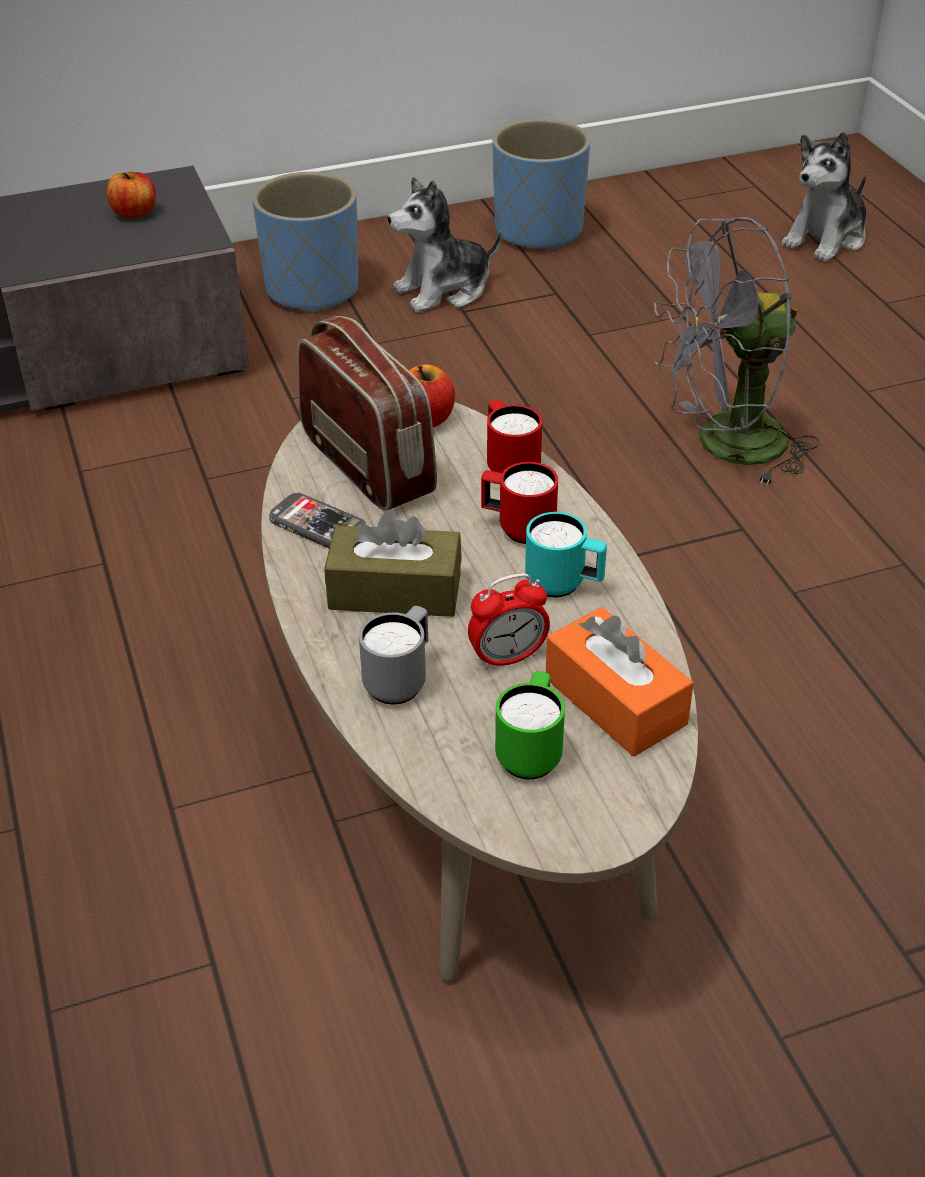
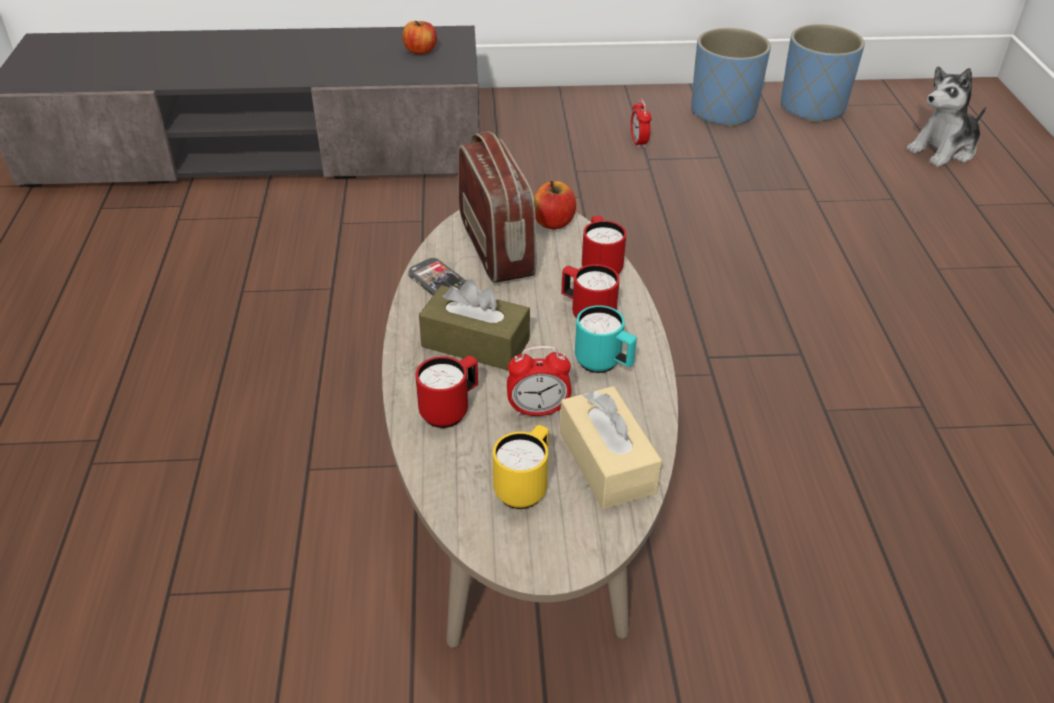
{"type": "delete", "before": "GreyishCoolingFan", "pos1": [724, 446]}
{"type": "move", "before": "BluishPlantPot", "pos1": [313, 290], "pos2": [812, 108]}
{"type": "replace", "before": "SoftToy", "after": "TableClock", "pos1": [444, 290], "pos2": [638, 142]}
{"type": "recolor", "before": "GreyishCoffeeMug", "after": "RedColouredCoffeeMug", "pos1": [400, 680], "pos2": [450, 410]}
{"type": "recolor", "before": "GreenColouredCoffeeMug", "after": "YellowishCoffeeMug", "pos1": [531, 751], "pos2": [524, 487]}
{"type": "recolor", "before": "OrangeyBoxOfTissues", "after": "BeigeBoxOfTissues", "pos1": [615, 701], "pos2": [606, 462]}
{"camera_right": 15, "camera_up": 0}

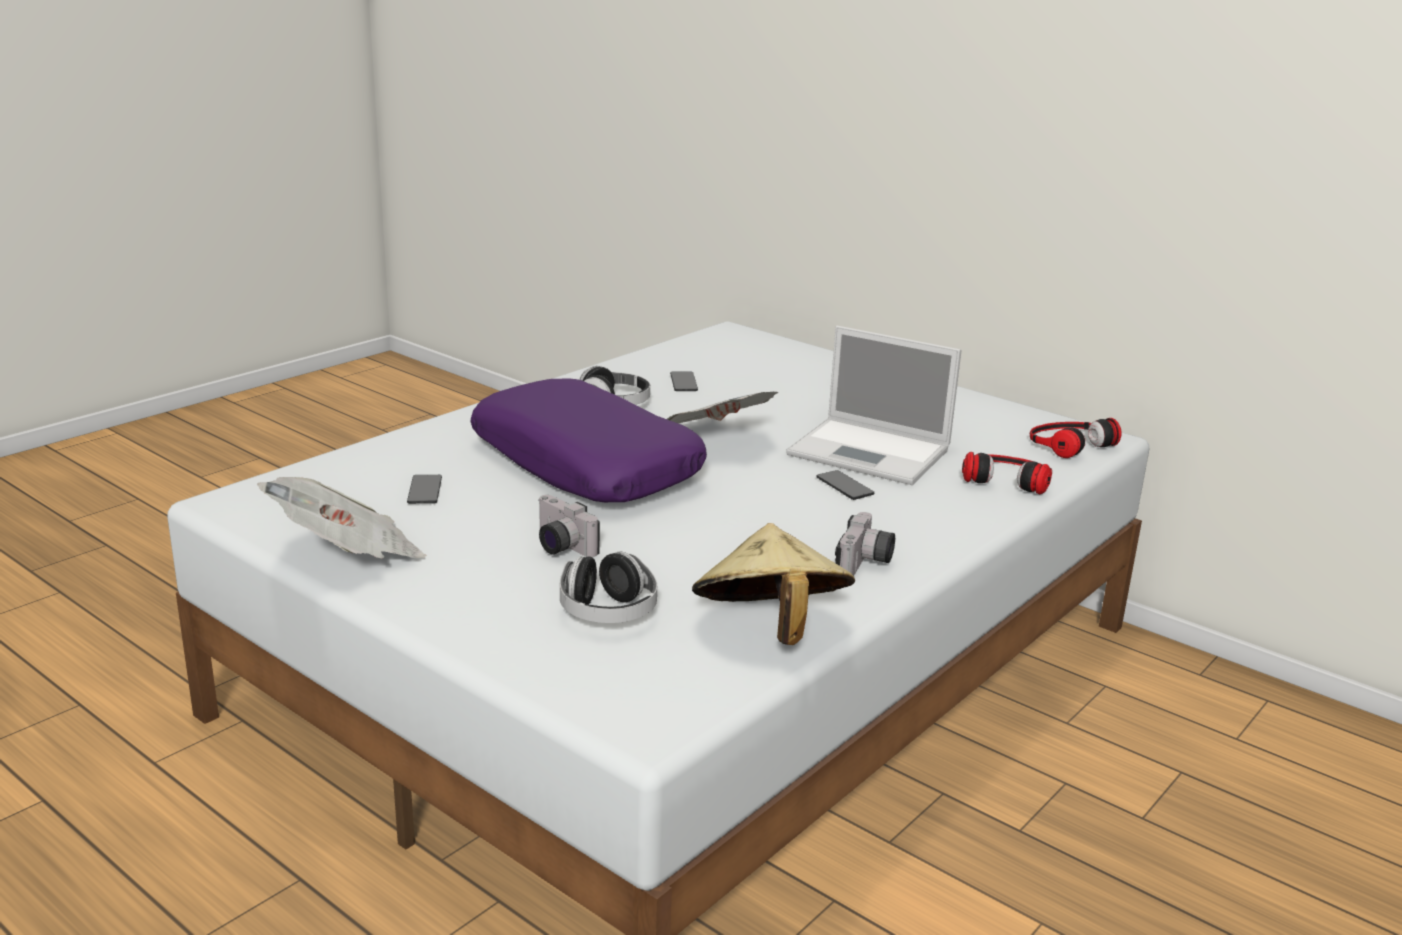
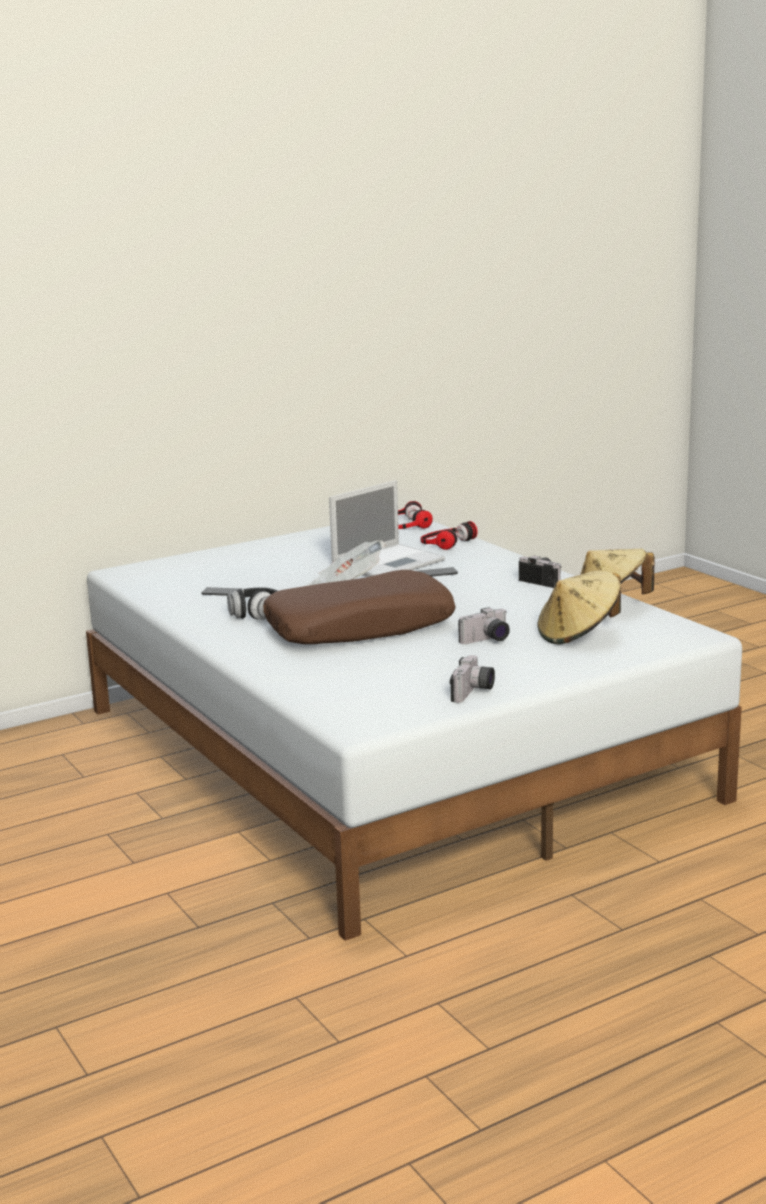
{"type": "delete", "before": "Handset", "pos1": [425, 490]}
{"type": "replace", "before": "DailyPaper", "after": "PhotoCamera", "pos1": [348, 555], "pos2": [473, 692]}
{"type": "replace", "before": "Headset", "after": "BeigeHat", "pos1": [608, 613], "pos2": [578, 635]}
{"type": "recolor", "before": "PurpleColouredThrowPillow", "after": "BrownThrowPillow", "pos1": [587, 464], "pos2": [359, 627]}
{"camera_right": -70, "camera_up": -5}

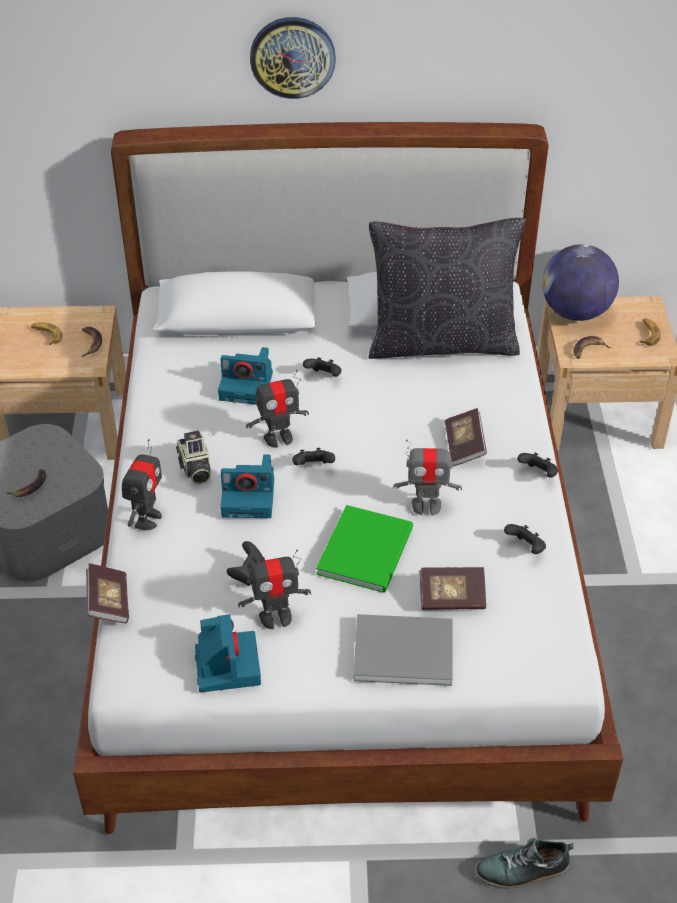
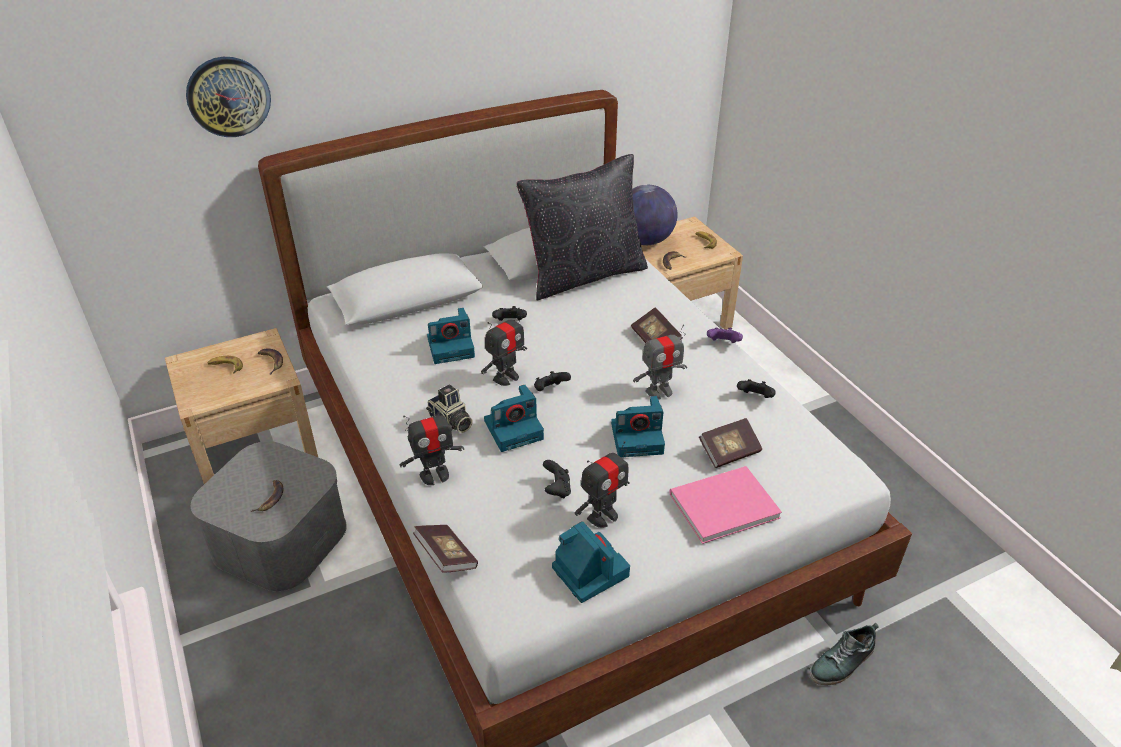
{"type": "move", "before": "WallClock", "pos1": [292, 57], "pos2": [228, 96]}
{"type": "replace", "before": "GreenColouredVolume", "after": "PhotoCamera", "pos1": [368, 549], "pos2": [638, 438]}
{"type": "recolor", "before": "GreyishVolume", "after": "PinkVolume", "pos1": [400, 649], "pos2": [720, 505]}
{"type": "recolor", "before": "BlackGameController", "after": "PurpleColouredGameController", "pos1": [538, 474], "pos2": [723, 344]}
{"type": "rotate", "before": "RobotFigure", "pos1": [147, 519], "pos2": [434, 475], "turn": 75}
{"camera_right": -25, "camera_up": -5}

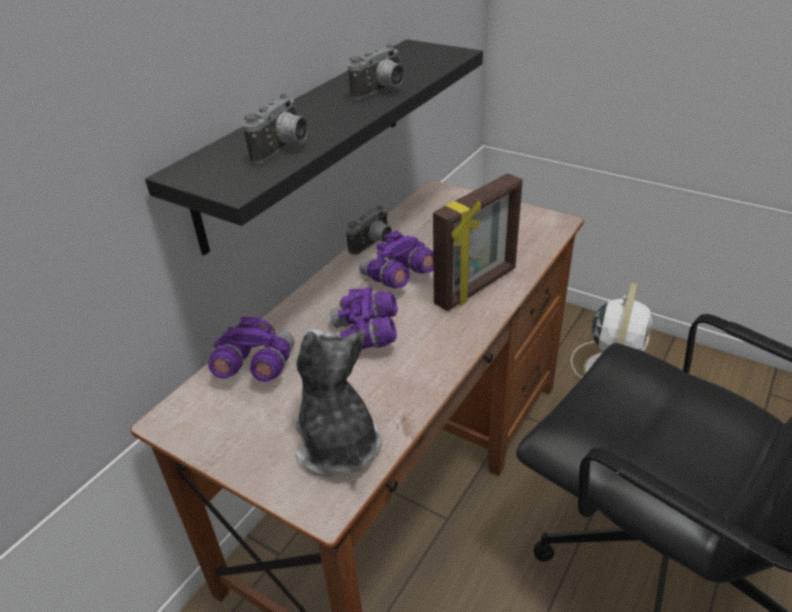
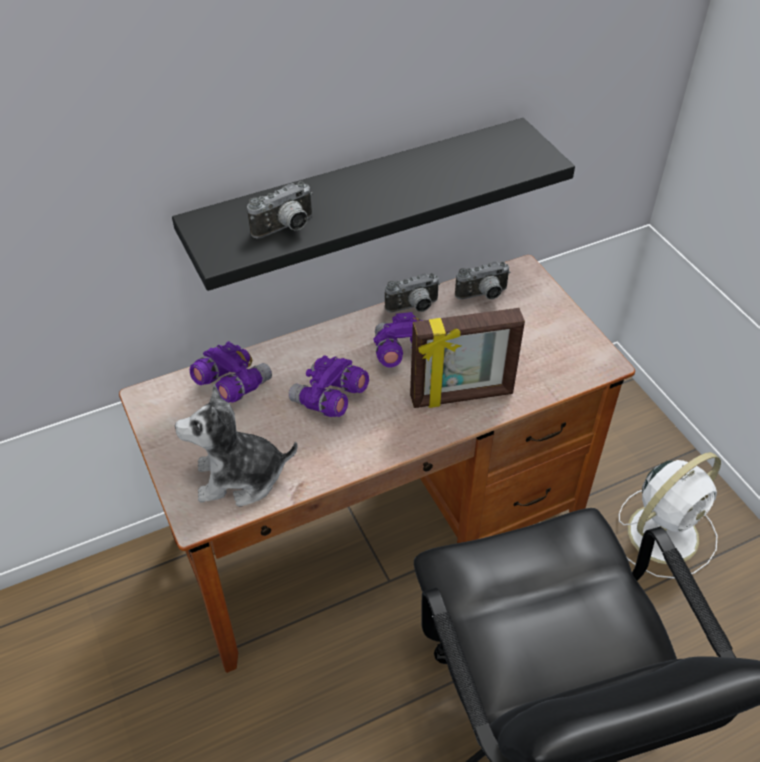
{"type": "move", "before": "PhotoCamera", "pos1": [382, 91], "pos2": [483, 295]}
{"type": "rotate", "before": "SoftToy", "pos1": [337, 443], "pos2": [239, 477], "turn": -105}
{"camera_right": 30, "camera_up": 10}

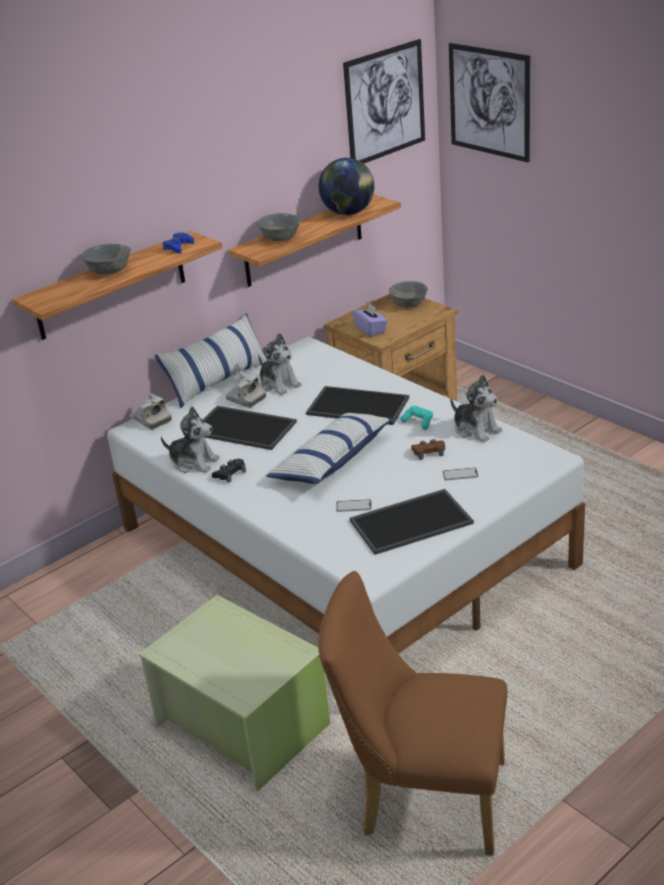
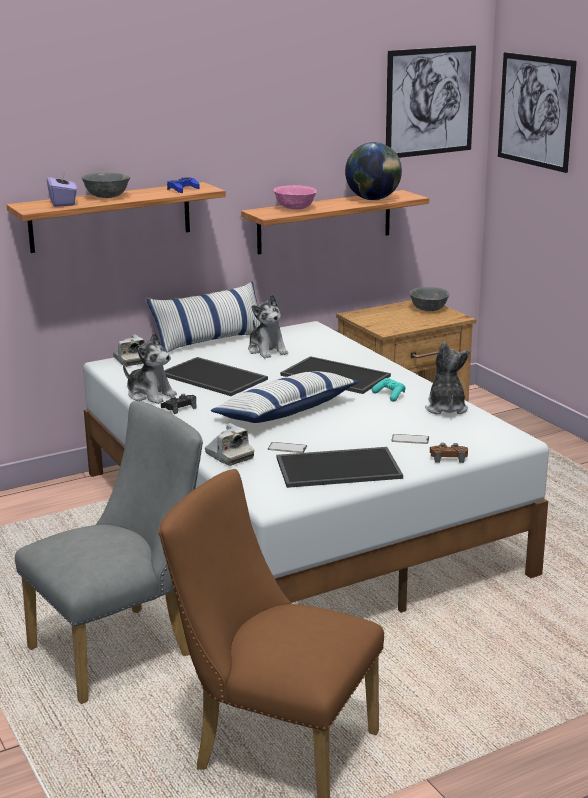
{"type": "move", "before": "PhotoCamera", "pos1": [246, 399], "pos2": [229, 456]}
{"type": "move", "before": "PurpleColouredBoxOfTissues", "pos1": [371, 330], "pos2": [63, 203]}
{"type": "move", "before": "BrownGameController", "pos1": [429, 452], "pos2": [448, 457]}
{"type": "replace", "before": "GreenColouredStorageBin", "after": "GreyishChair", "pos1": [243, 723], "pos2": [122, 648]}
{"type": "recolor", "before": "GreyishServingBowl", "after": "PinkServingBowl", "pos1": [281, 238], "pos2": [295, 208]}
{"type": "rotate", "before": "SoftToy", "pos1": [476, 429], "pos2": [446, 408], "turn": -150}
{"camera_right": 10, "camera_up": -10}

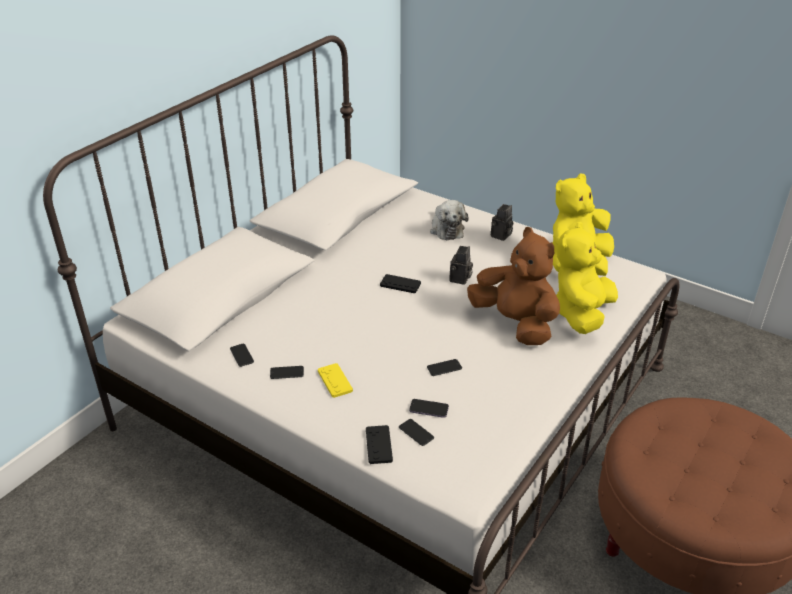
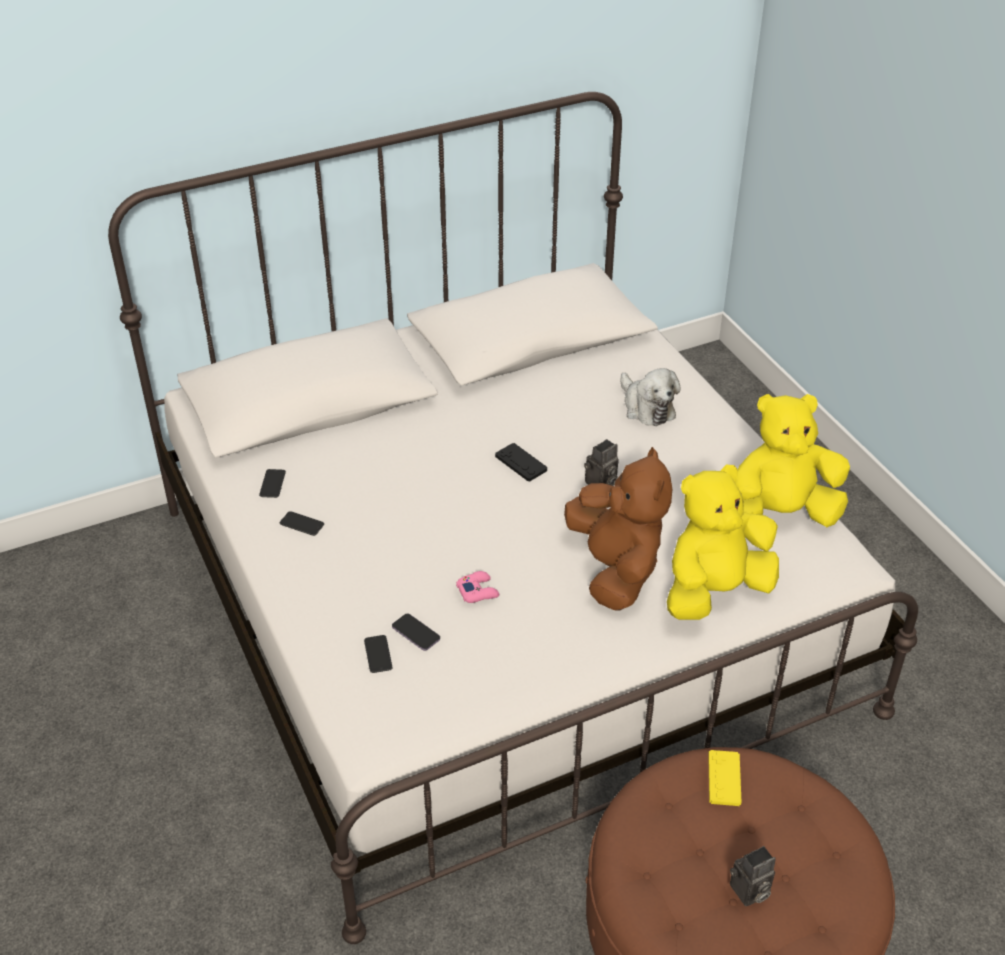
{"type": "delete", "before": "BlackGameController", "pos1": [379, 445]}
{"type": "move", "before": "YellowishGameController", "pos1": [335, 381], "pos2": [724, 778]}
{"type": "move", "before": "PhotoCamera", "pos1": [501, 236], "pos2": [749, 892]}
{"type": "replace", "before": "Handset", "after": "PinkGameController", "pos1": [444, 368], "pos2": [478, 591]}
{"type": "rotate", "before": "SoftToy", "pos1": [446, 229], "pos2": [646, 407], "turn": -45}
{"camera_right": 30, "camera_up": 5}

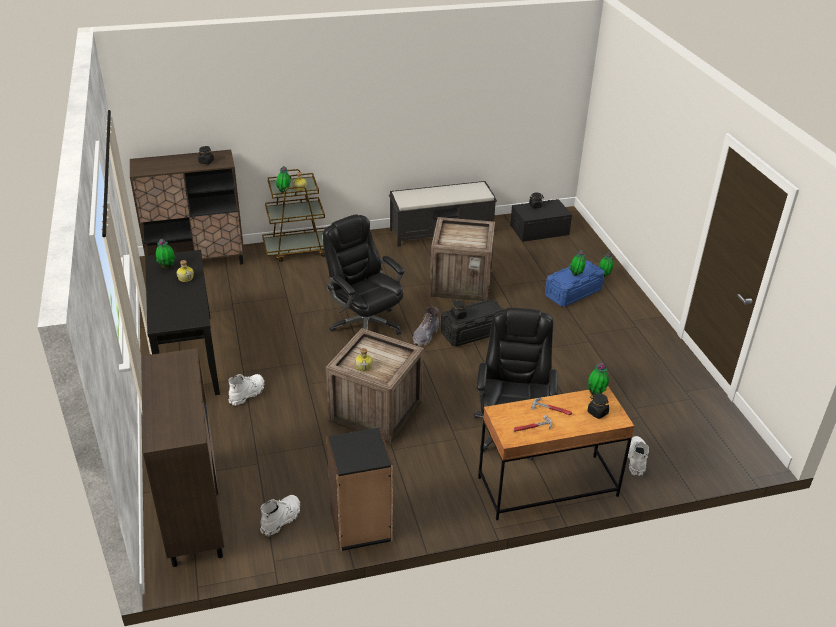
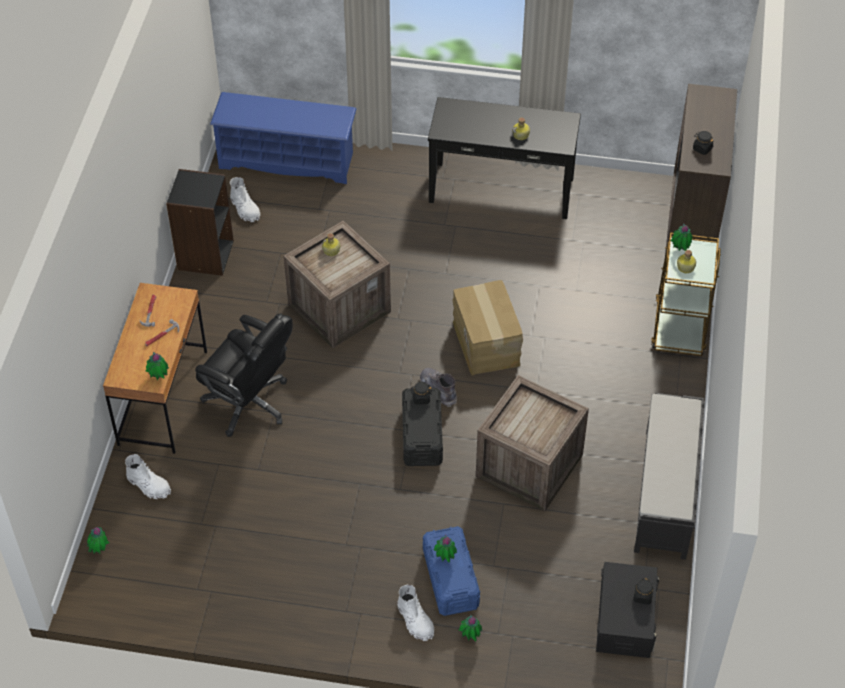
{"type": "delete", "before": "BlackJar", "pos1": [597, 412]}
{"type": "move", "before": "Houseplant", "pos1": [167, 267], "pos2": [99, 551]}
{"type": "move", "before": "WhiteBoot", "pos1": [247, 394], "pos2": [415, 621]}
{"type": "replace", "before": "BrownCabinet", "after": "BluishShoeStand", "pos1": [194, 511], "pos2": [287, 160]}
{"type": "replace", "before": "BlackOfficeChair", "after": "Carton", "pos1": [365, 324], "pos2": [487, 343]}
{"camera_right": 115, "camera_up": 15}

